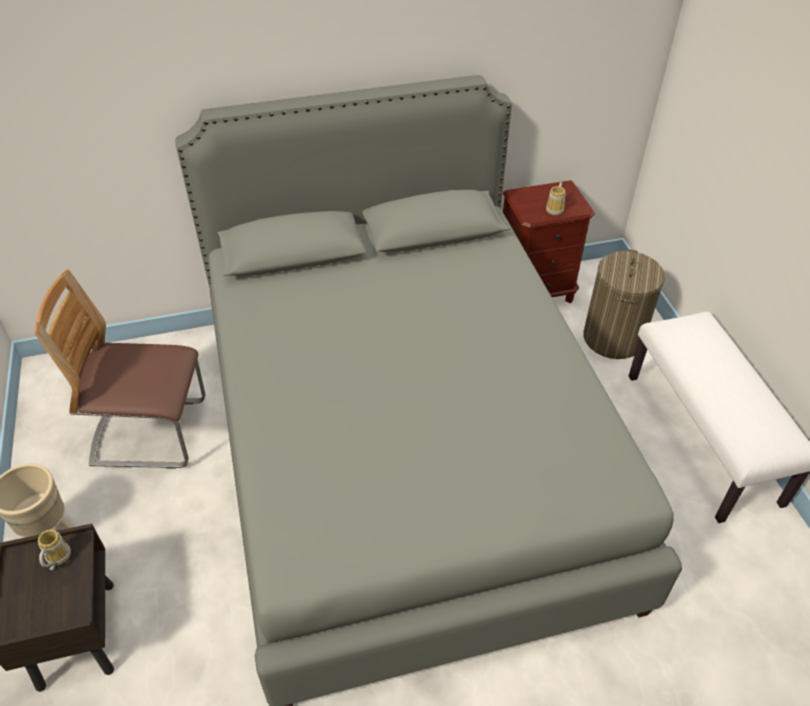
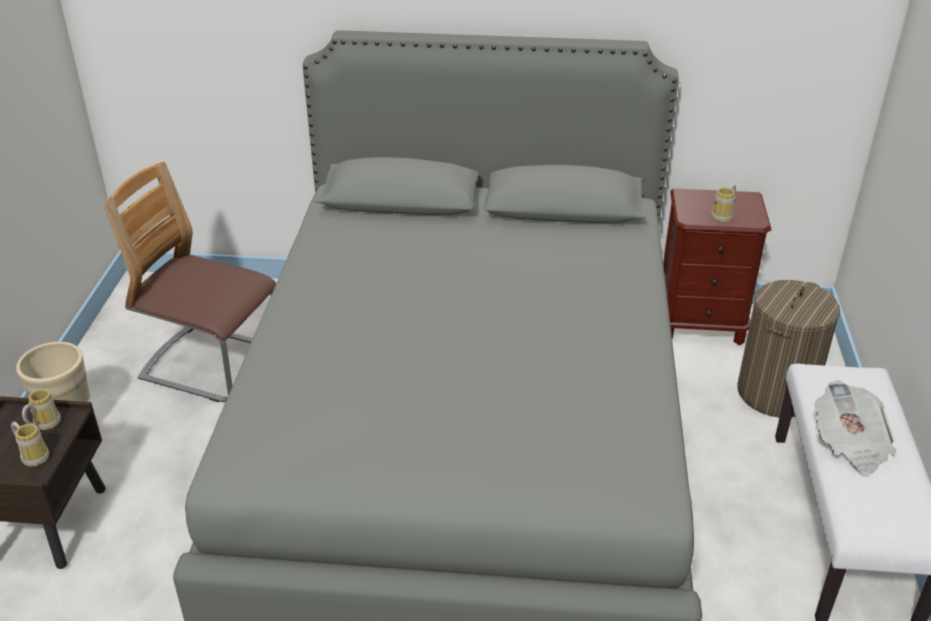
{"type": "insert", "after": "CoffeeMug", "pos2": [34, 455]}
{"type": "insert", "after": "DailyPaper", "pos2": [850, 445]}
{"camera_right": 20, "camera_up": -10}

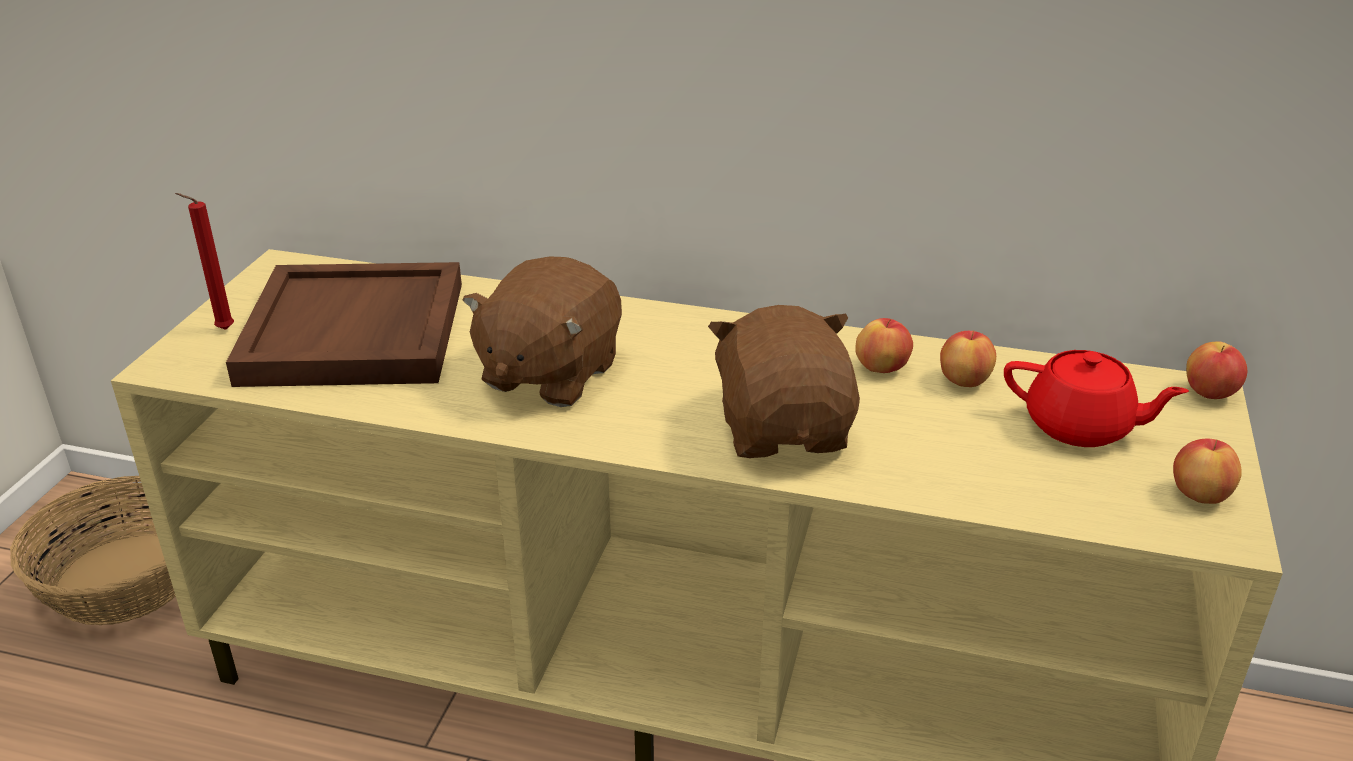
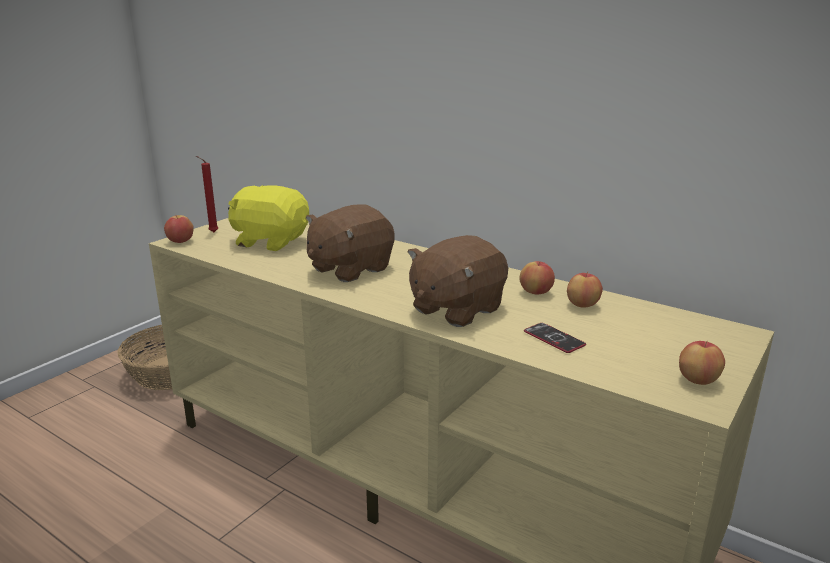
{"type": "delete", "before": "RedColouredTeaPot", "pos1": [1080, 427]}
{"type": "insert", "after": "Handset", "pos2": [554, 339]}
{"type": "move", "before": "WholeApple", "pos1": [1209, 393], "pos2": [180, 241]}
{"type": "replace", "before": "BrownCarryingTray", "after": "YellowishSoftToy", "pos1": [356, 333], "pos2": [270, 241]}
{"type": "rotate", "before": "BrownSoftToy", "pos1": [784, 430], "pos2": [456, 309], "turn": -150}
{"camera_right": 20, "camera_up": -10}

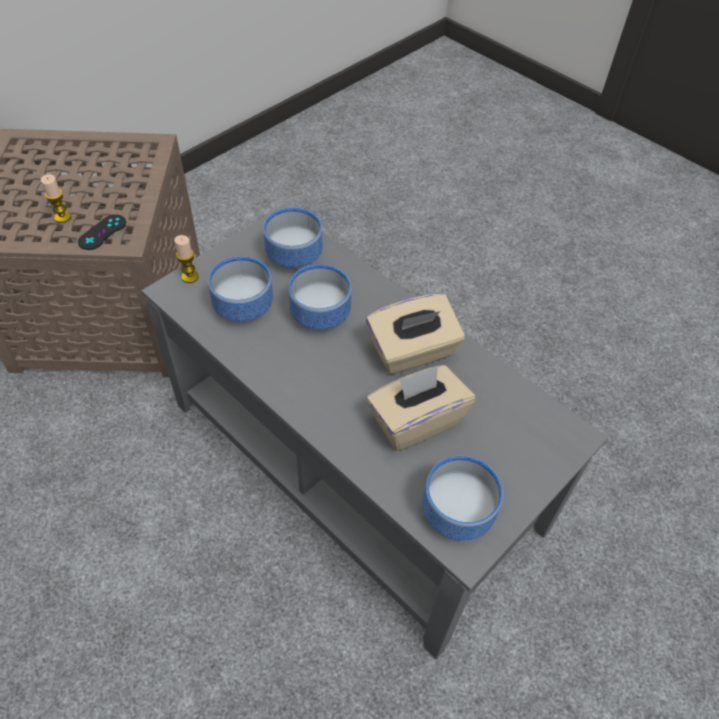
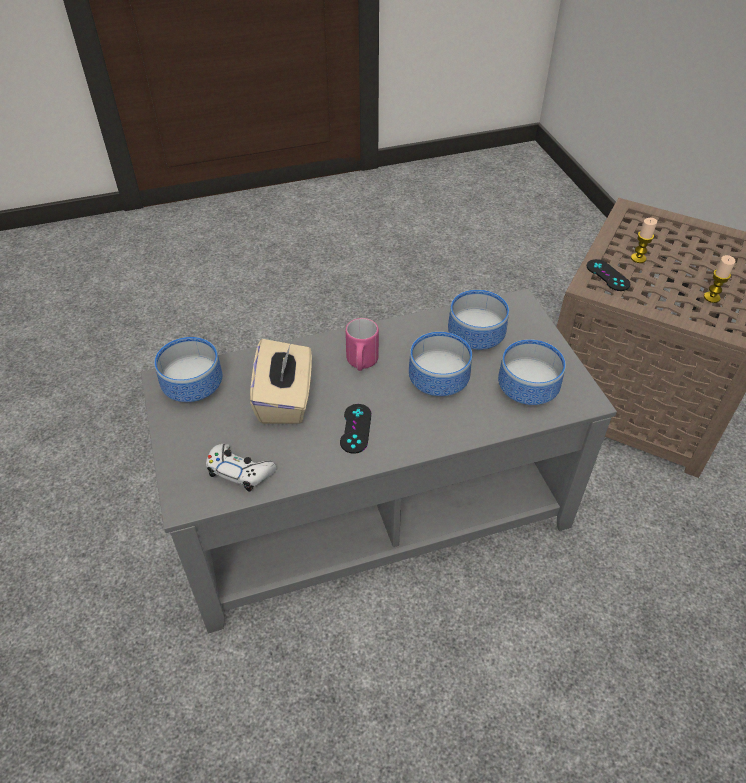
{"type": "insert", "after": "WhiteGameController", "pos2": [240, 471]}
{"type": "insert", "after": "PinkCoffeeMug", "pos2": [361, 363]}
{"type": "move", "before": "Candle", "pos1": [190, 276], "pos2": [711, 297]}
{"type": "replace", "before": "BeigeBoxOfTissues", "after": "BlackGameController", "pos1": [412, 352], "pos2": [355, 428]}
{"camera_right": 120, "camera_up": -5}

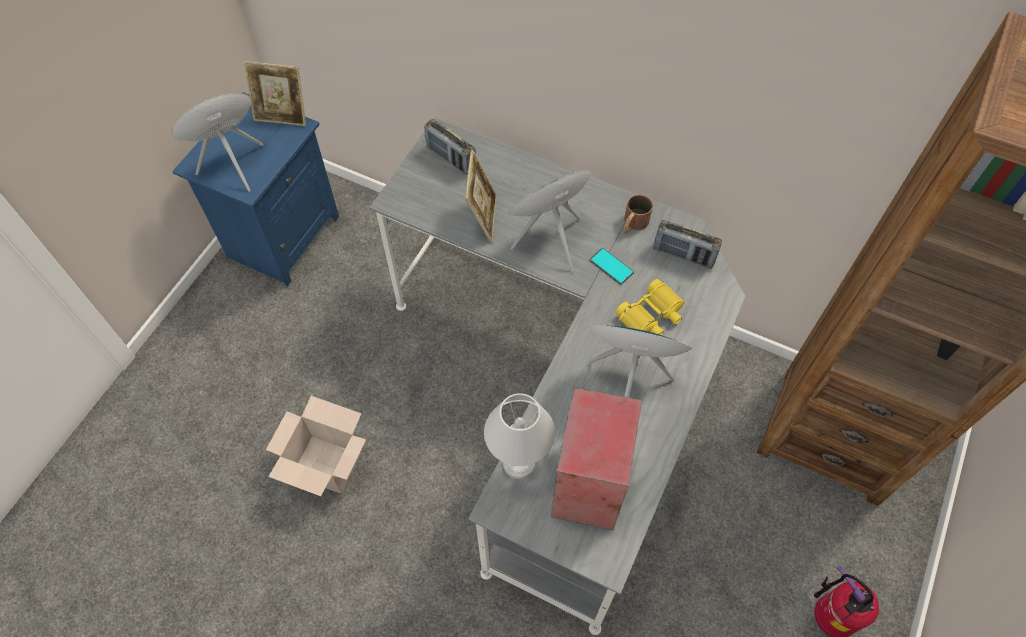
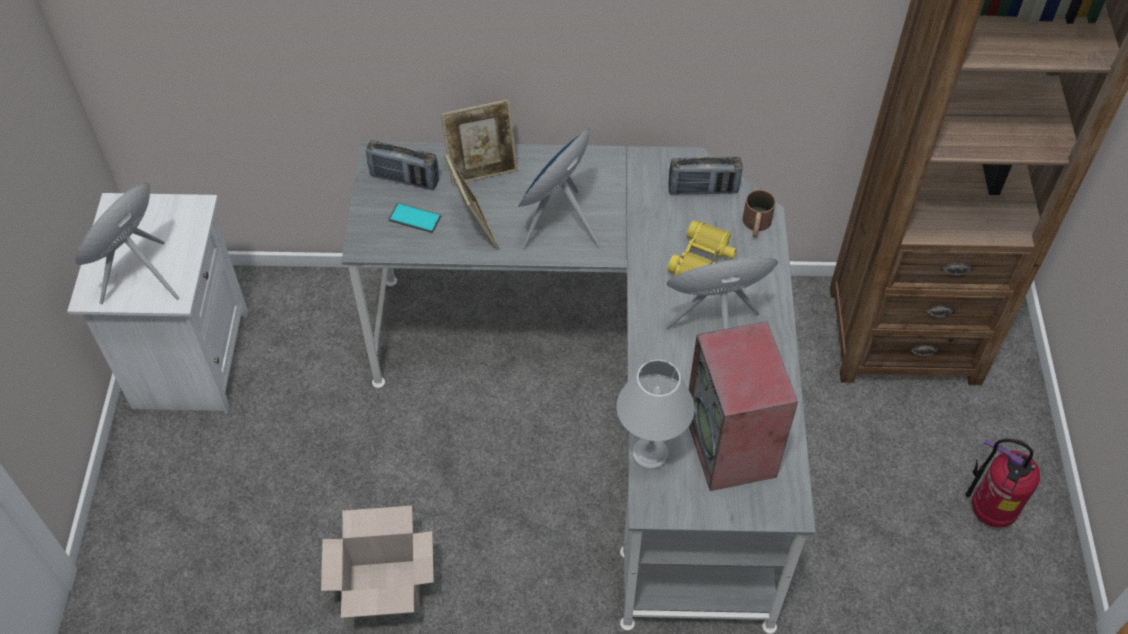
{"type": "move", "before": "PhotoFrame", "pos1": [282, 116], "pos2": [482, 169]}
{"type": "move", "before": "Handset", "pos1": [611, 266], "pos2": [414, 218]}
{"type": "move", "before": "BrownCoffeeMug", "pos1": [633, 224], "pos2": [756, 225]}
{"type": "recolor", "before": "BluishNightTable", "after": "WhiteNightTable", "pos1": [281, 236], "pos2": [188, 359]}
{"camera_right": -25, "camera_up": -5}

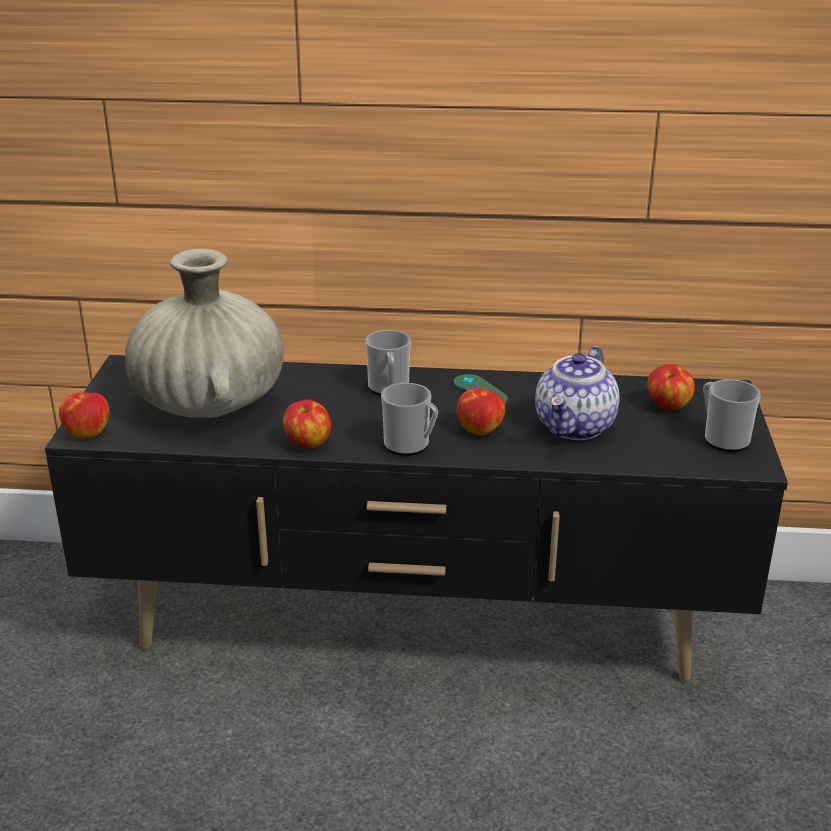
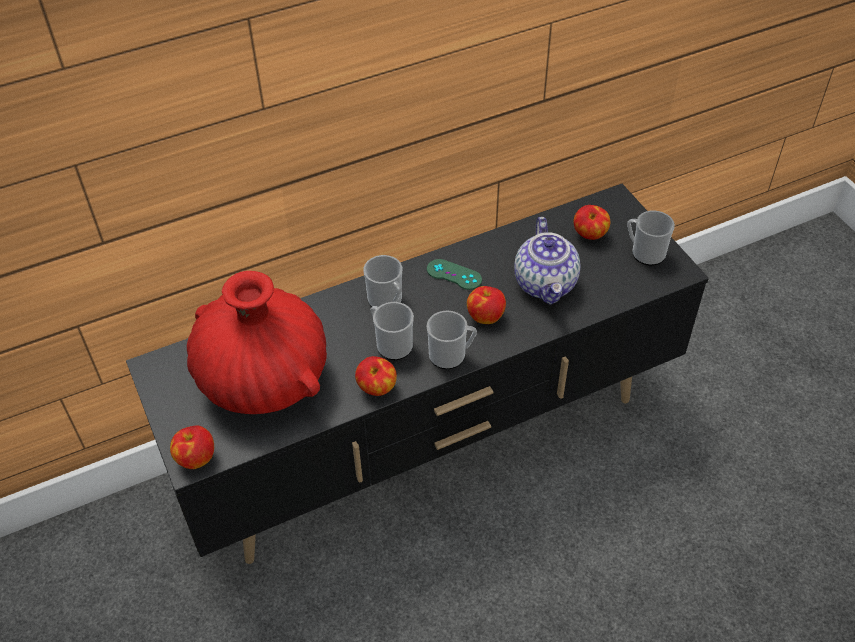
{"type": "insert", "after": "CoffeeMug", "pos2": [391, 344]}
{"type": "recolor", "before": "BeigeDecorativeVase", "after": "RedColouredDecorativeVase", "pos1": [210, 403], "pos2": [264, 378]}
{"camera_right": -30, "camera_up": 20}

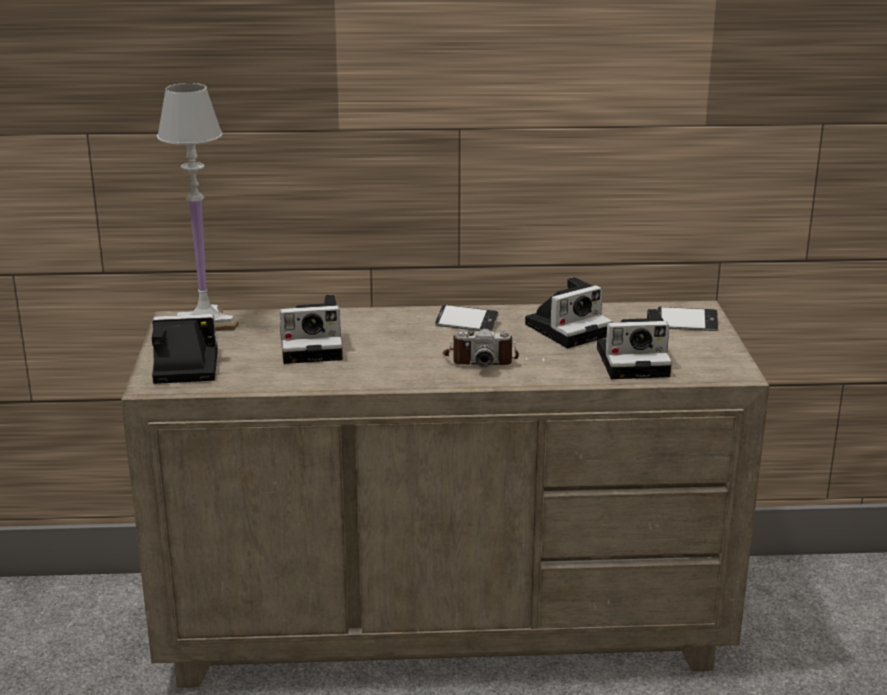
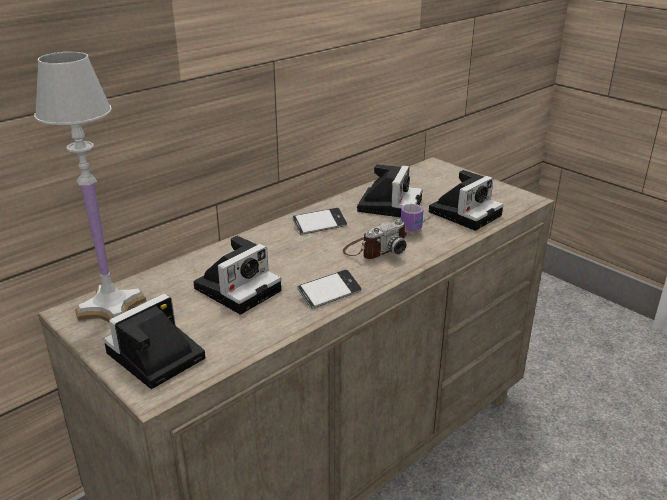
{"type": "insert", "after": "CoffeeMug", "pos2": [418, 227]}
{"type": "move", "before": "Handset", "pos1": [686, 324], "pos2": [329, 293]}
{"camera_right": -40, "camera_up": 5}

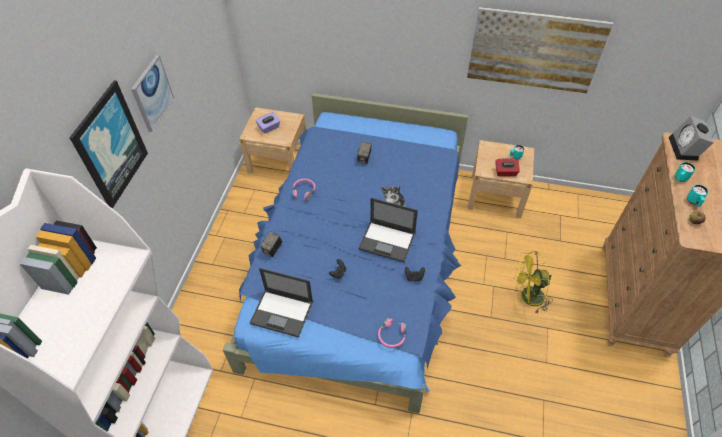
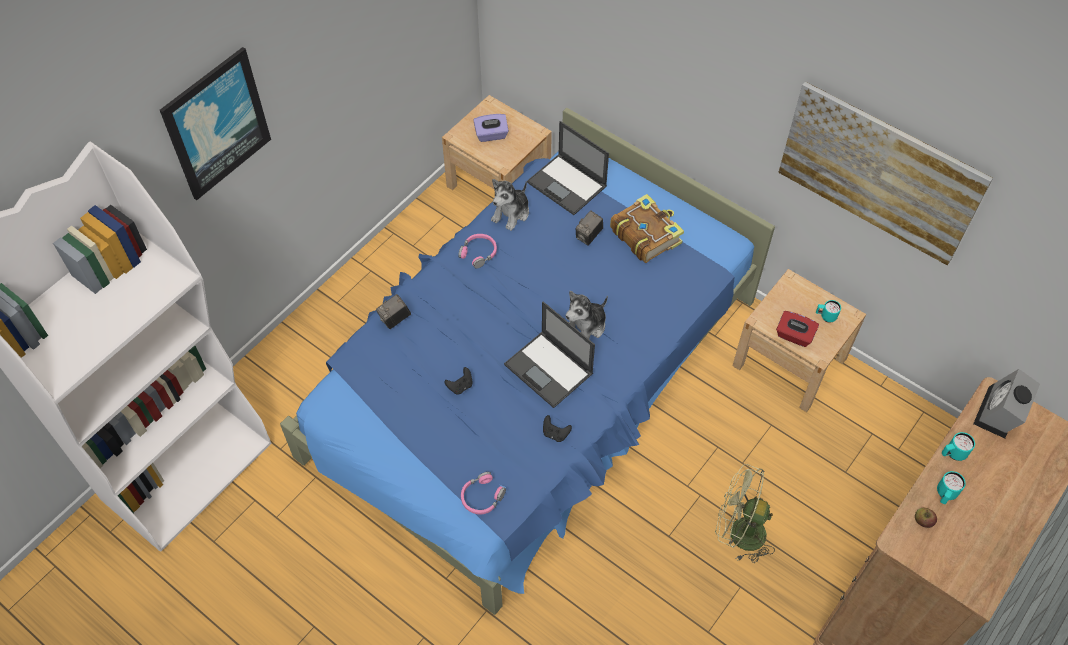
{"type": "delete", "before": "Picture", "pos1": [152, 93]}
{"type": "insert", "after": "SoftToy", "pos2": [511, 213]}
{"type": "insert", "after": "Volume", "pos2": [645, 235]}
{"type": "move", "before": "NotebookComputer", "pos1": [282, 312], "pos2": [567, 185]}
{"type": "recolor", "before": "YellowishCoolingFan", "after": "GreenColouredCoolingFan", "pos1": [527, 298], "pos2": [738, 533]}
{"camera_right": 25, "camera_up": 5}

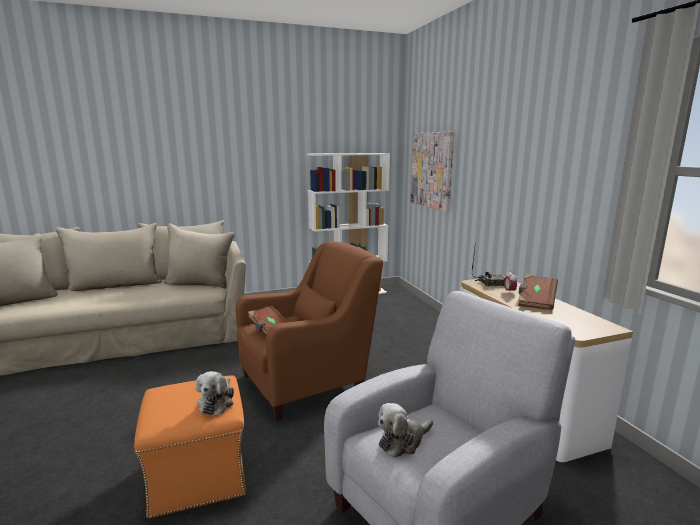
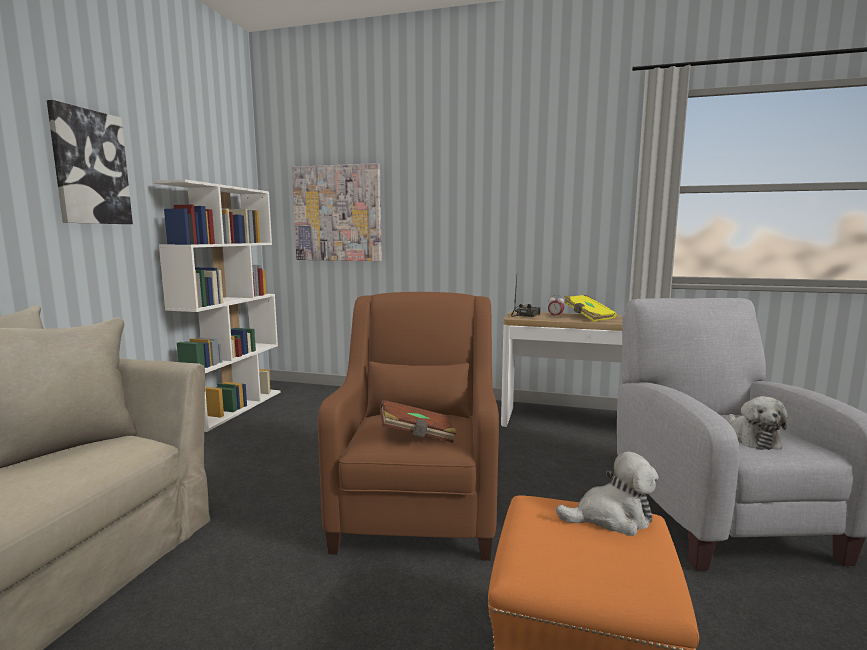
{"type": "insert", "after": "Picture", "pos2": [90, 167]}
{"type": "recolor", "before": "BrownVolume", "after": "YellowishVolume", "pos1": [535, 301], "pos2": [588, 317]}
{"type": "rotate", "before": "SoftToy", "pos1": [217, 402], "pos2": [611, 518], "turn": -45}
{"camera_right": -55, "camera_up": -5}

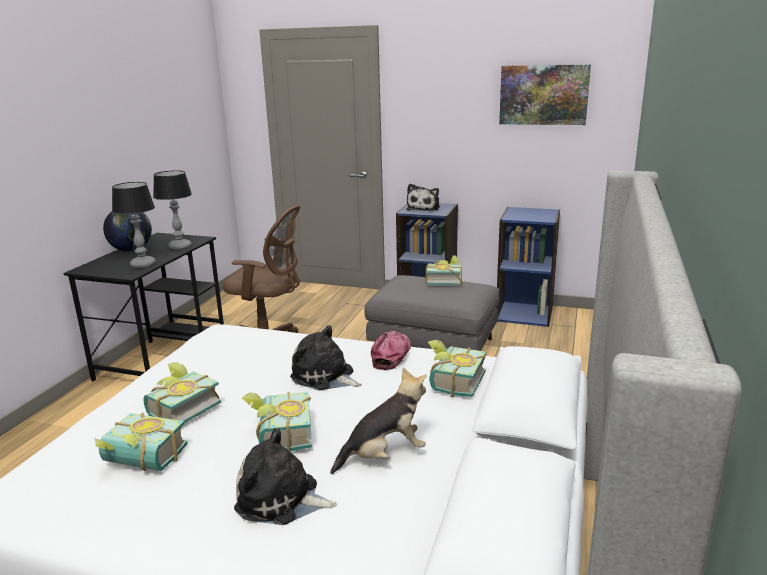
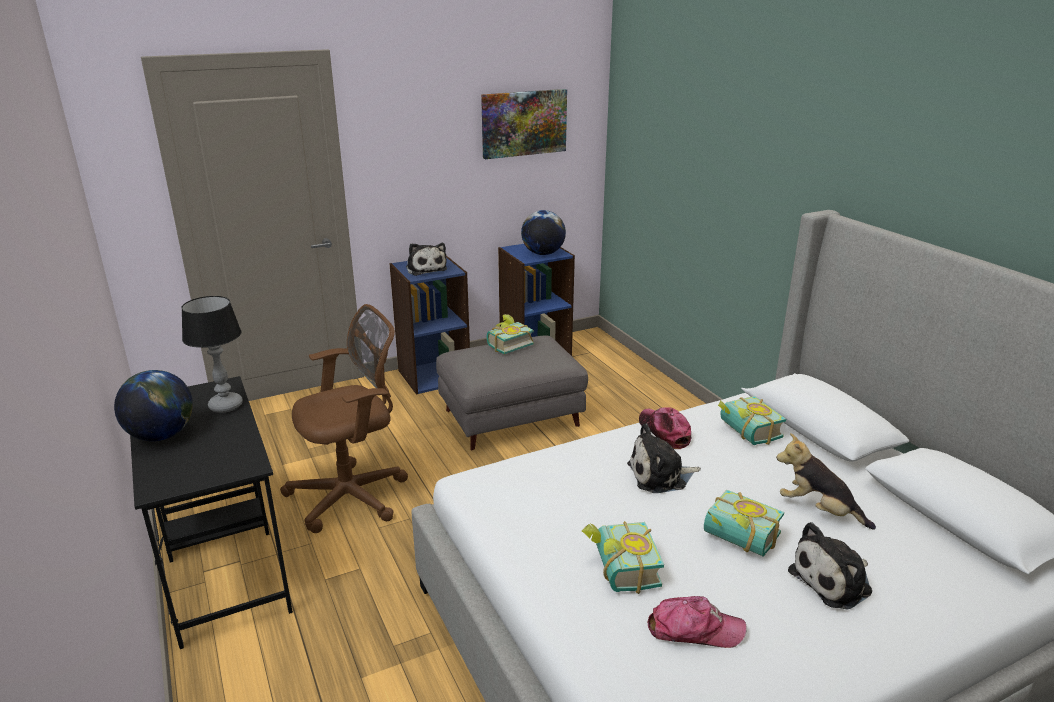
{"type": "delete", "before": "LampForATable", "pos1": [142, 265]}
{"type": "insert", "after": "Globe", "pos2": [543, 253]}
{"type": "replace", "before": "Volume", "after": "BaseballCap", "pos1": [141, 462], "pos2": [694, 629]}
{"type": "rotate", "before": "SoftToy", "pos1": [384, 455], "pos2": [818, 510], "turn": -75}
{"camera_right": -45, "camera_up": 5}

